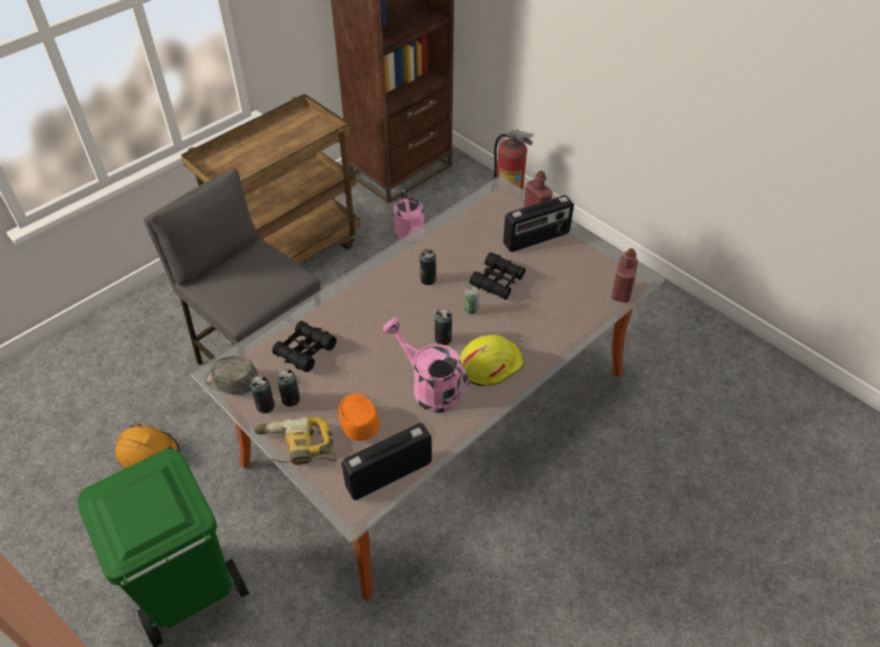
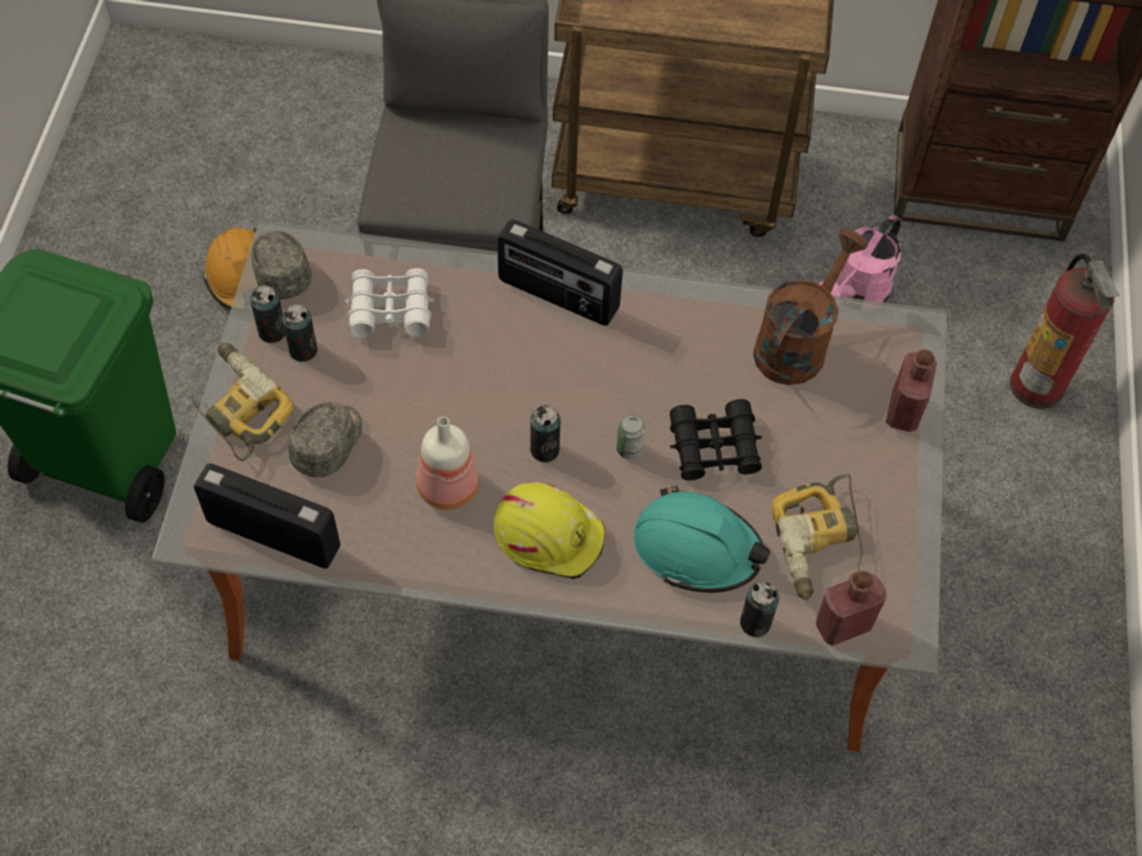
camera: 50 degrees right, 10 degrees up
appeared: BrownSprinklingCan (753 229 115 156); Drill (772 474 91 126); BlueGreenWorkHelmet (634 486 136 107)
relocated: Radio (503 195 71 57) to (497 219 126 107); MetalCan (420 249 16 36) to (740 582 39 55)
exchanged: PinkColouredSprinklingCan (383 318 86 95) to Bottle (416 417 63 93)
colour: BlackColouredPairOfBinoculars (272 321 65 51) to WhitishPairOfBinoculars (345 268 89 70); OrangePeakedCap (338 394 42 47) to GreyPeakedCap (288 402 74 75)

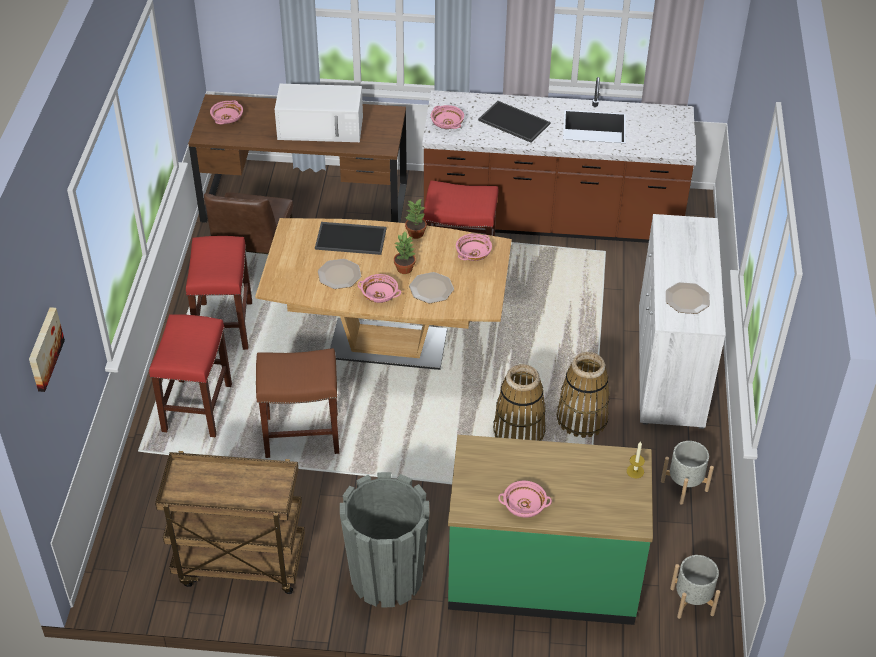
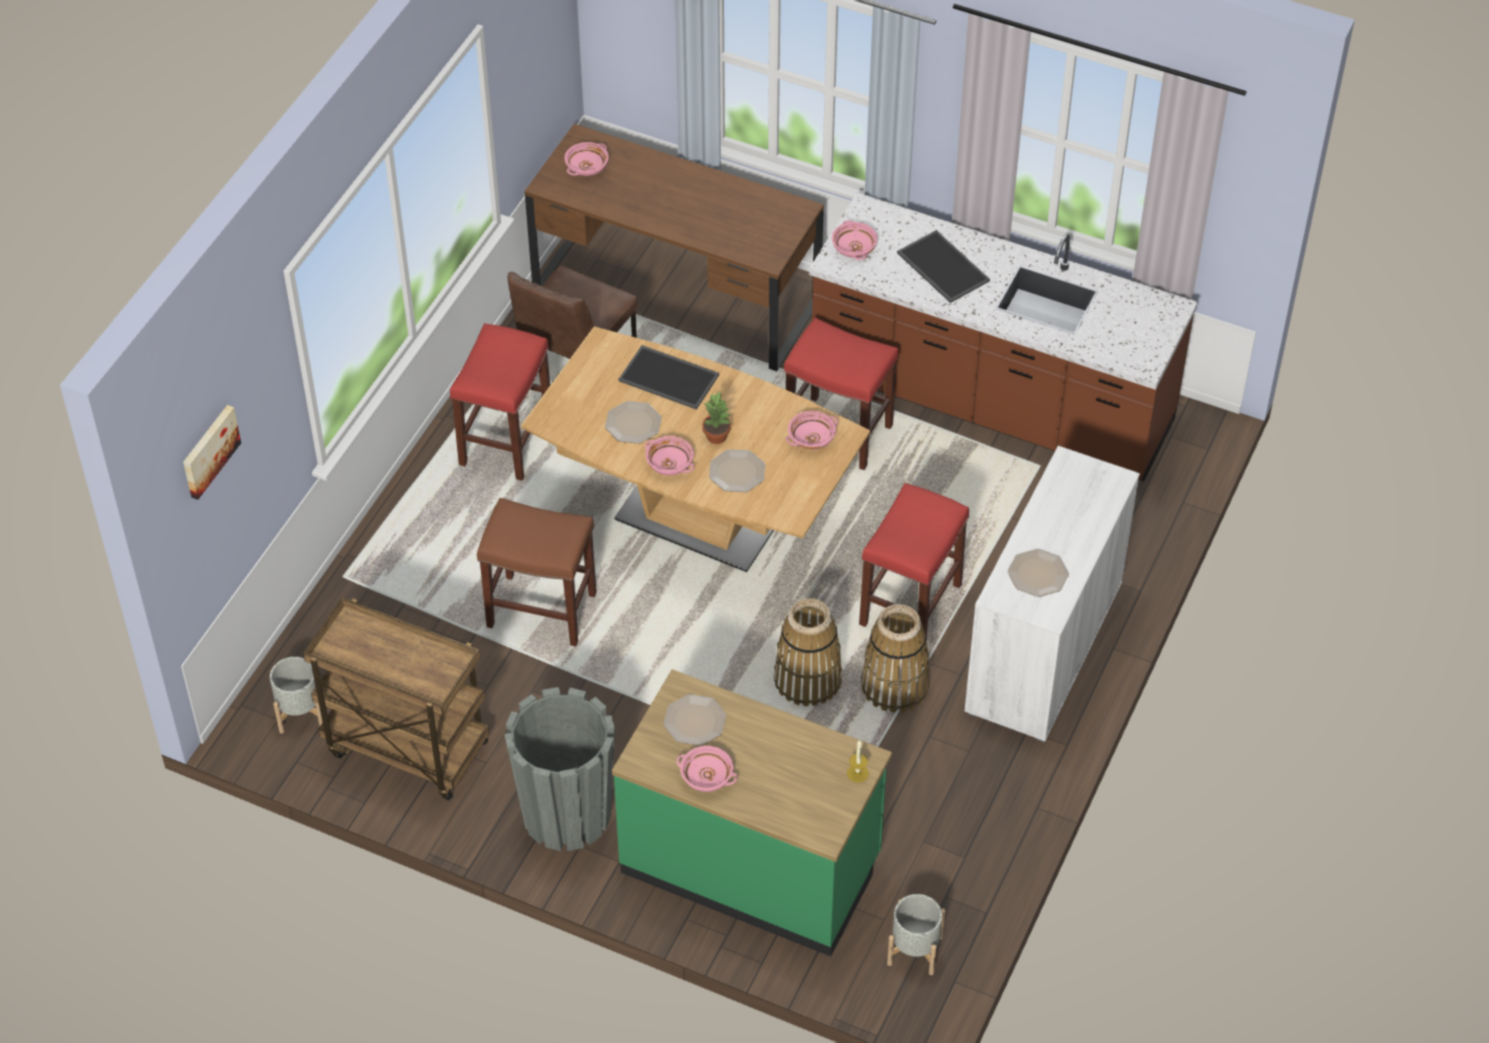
camera: 20 degrees right, 5 degrees up
missing: WhitishKitchenMicrowave (275 84 88 58); PottedPlant (405 199 22 40)
appeared: Plate (663 694 63 52)
relocated: RedColouredStool (149 314 83 123) to (859 483 110 156); GreyFlowerPot (661 441 53 64) to (270 657 53 77)

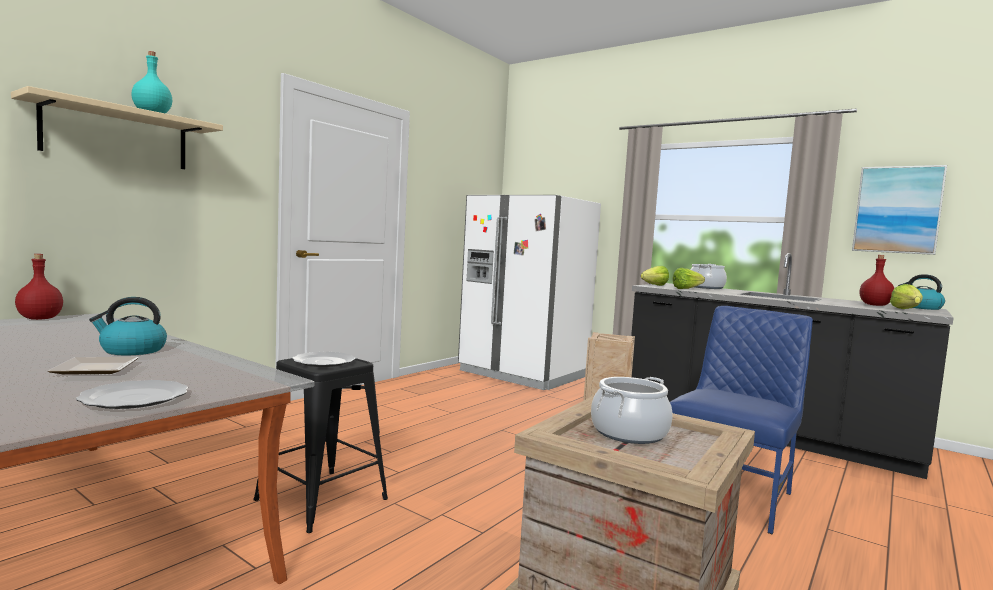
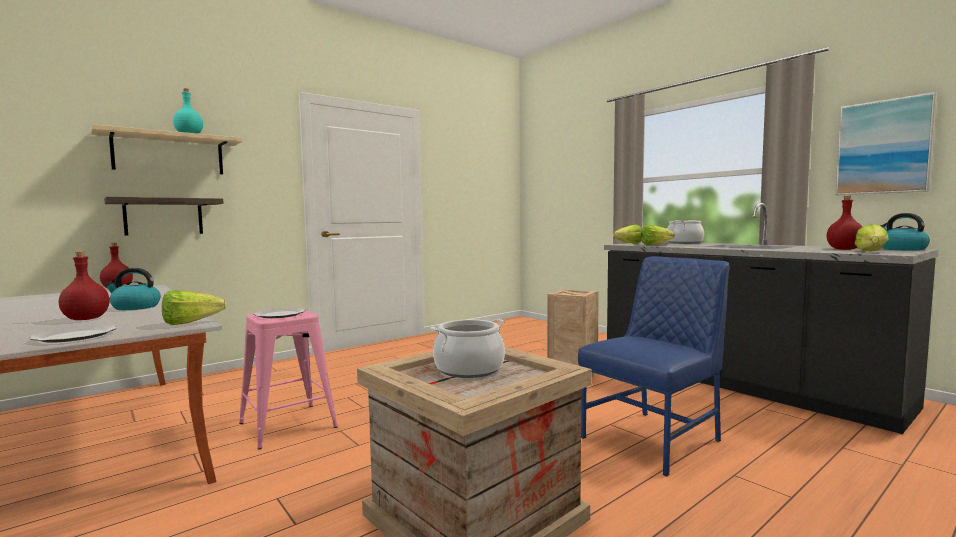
camera: 15 degrees right, 0 degrees up
missing: WhitishFridge (458 195 143 195)
appeared: WallShelf (104 197 119 39); HeadOfLettuce (162 290 64 35)
exchanged: Plate (48 357 91 18) to RedColouredBottle (59 251 51 69)
colour: BlackColouredStool (253 358 135 175) to PinkColouredStool (239 310 99 139)

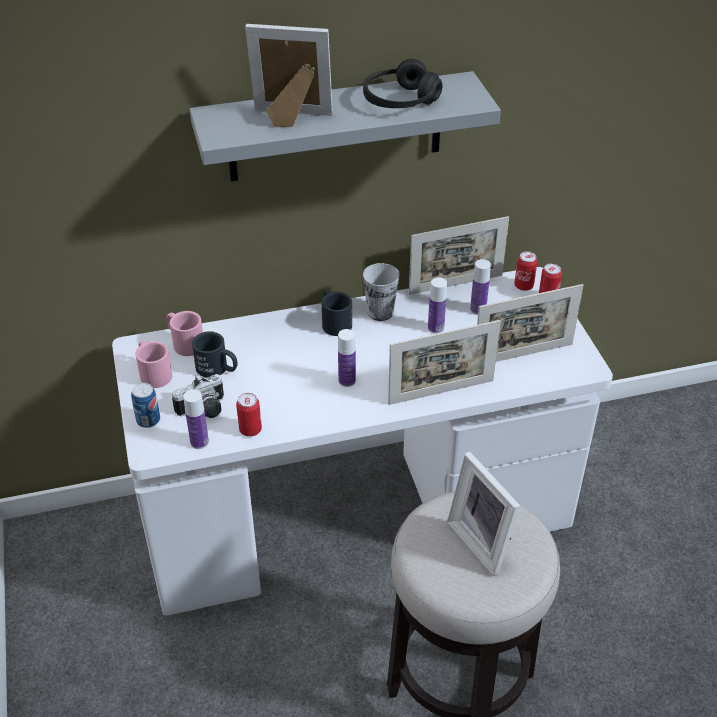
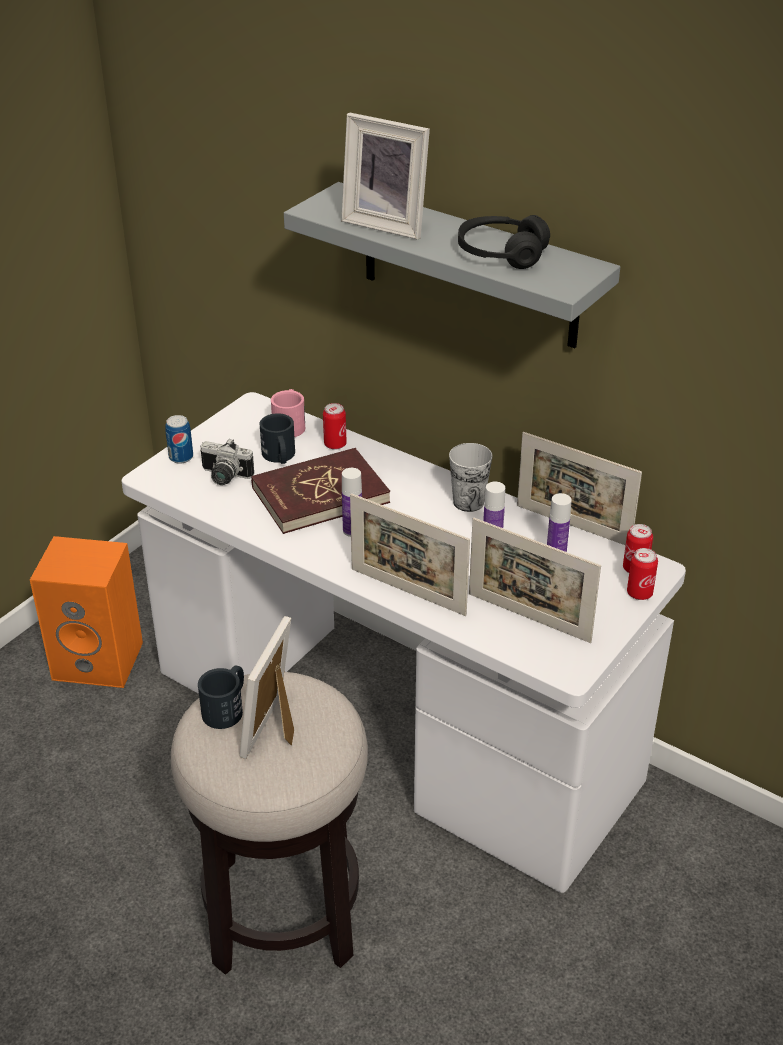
camera: 50 degrees right, 5 degrees down
missing: PinkColouredTeaMug (135 340 37 48); Bottle (183 389 26 60)
appeared: RedColouredVolume (251 448 139 86); OrangeAudioSpeaker (30 536 113 152)
relocated: BlackColouredTeaMug (321 290 31 46) to (198 665 46 64); MetalCan (236 393 26 44) to (323 403 24 47)
spun: StandingFrame (245 24 88 103) = (341 113 89 127) 150 degrees clockwise

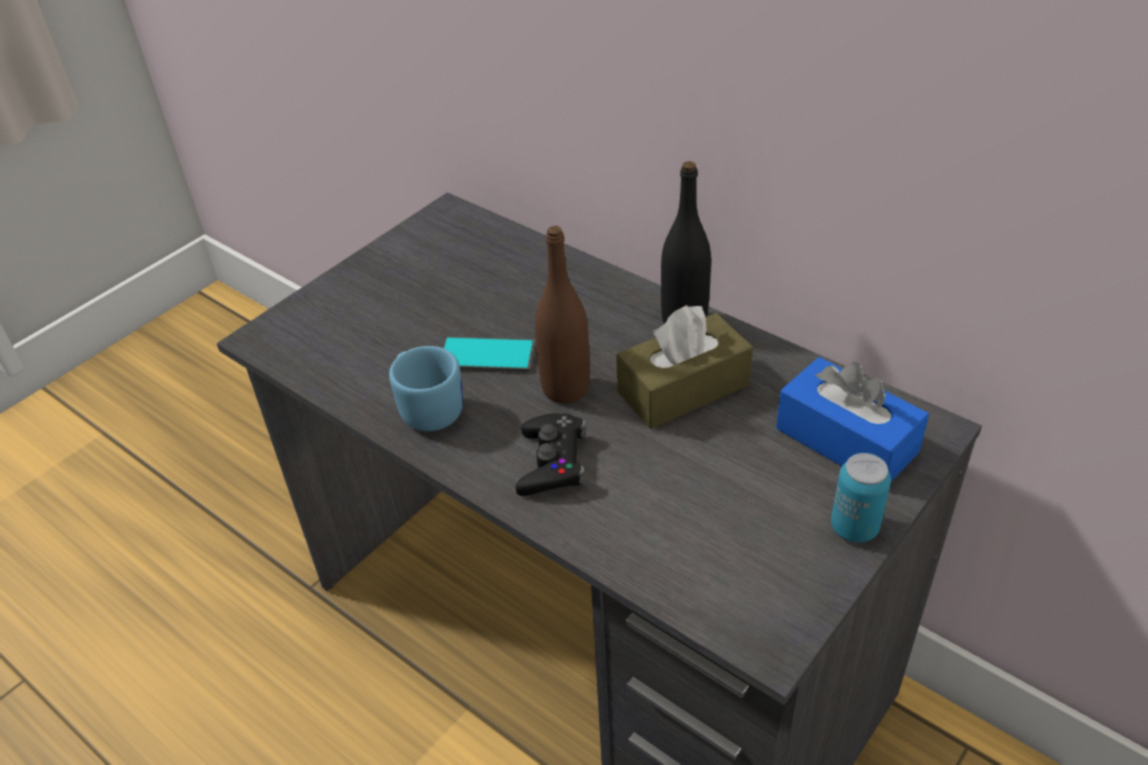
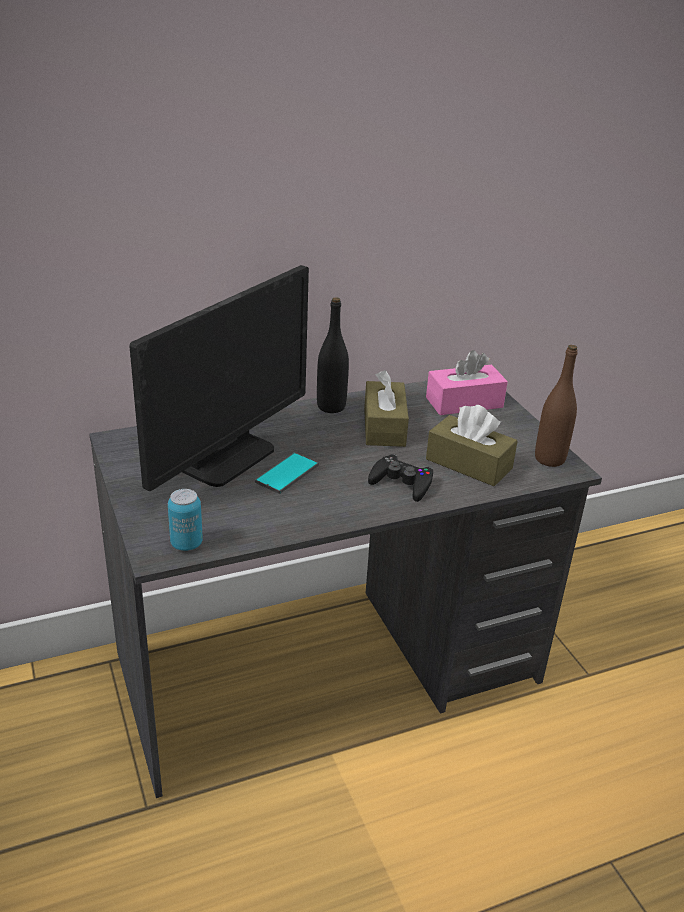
camera: 65 degrees left, 10 degrees down
missing: BlueColouredTeaMug (389 346 74 85)
appeared: Monitor (129 265 180 226); BrownTissueBox (426 405 92 81)
relocated: BrownBottle (535 226 55 178) to (535 345 43 122); MetalCan (831 453 60 89) to (168 489 35 62)
colour: BlueColouredTissueBox (776 357 153 125) to PinkColouredTissueBox (426 350 82 65)

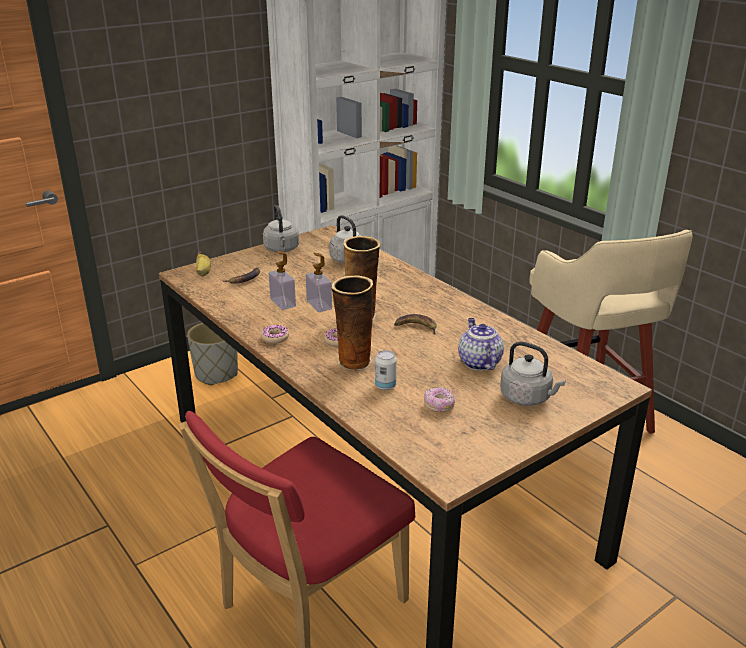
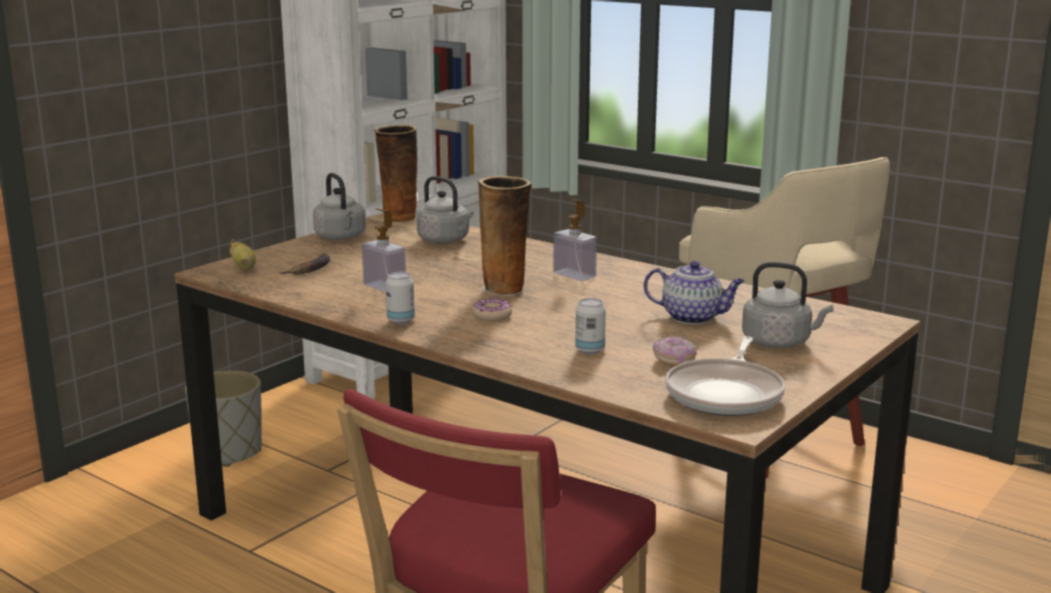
camera: 15 degrees left, 10 degrees down
missing: WholeBanana (394 314 43 21)
appeared: FryingPan (665 337 121 79)
relocated: SoapBottle (306 253 26 59) to (553 199 44 82); Vase (331 275 42 96) to (375 125 42 98)
exchanged: RingDoughnut (261 325 28 19) to MetalCan (386 272 29 52)
spun: Teapot (458 318 46 52) = (644 261 101 63) 135 degrees clockwise

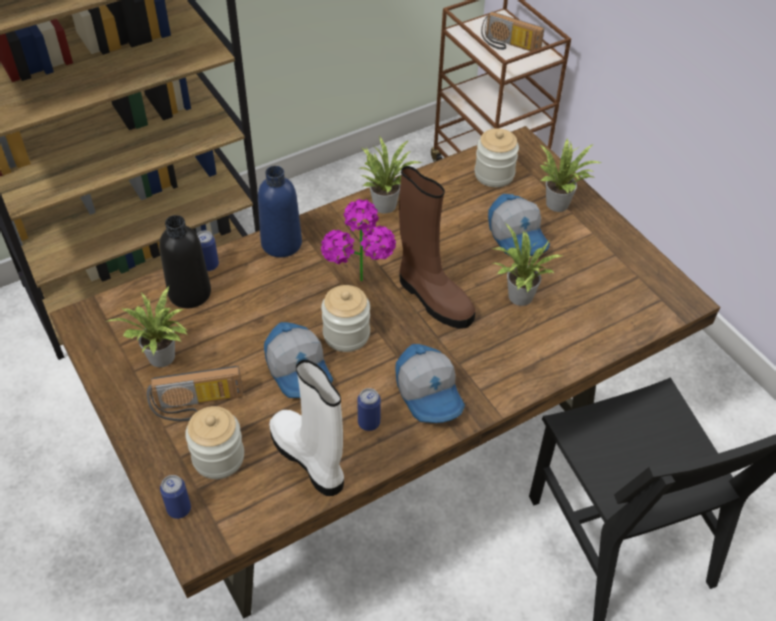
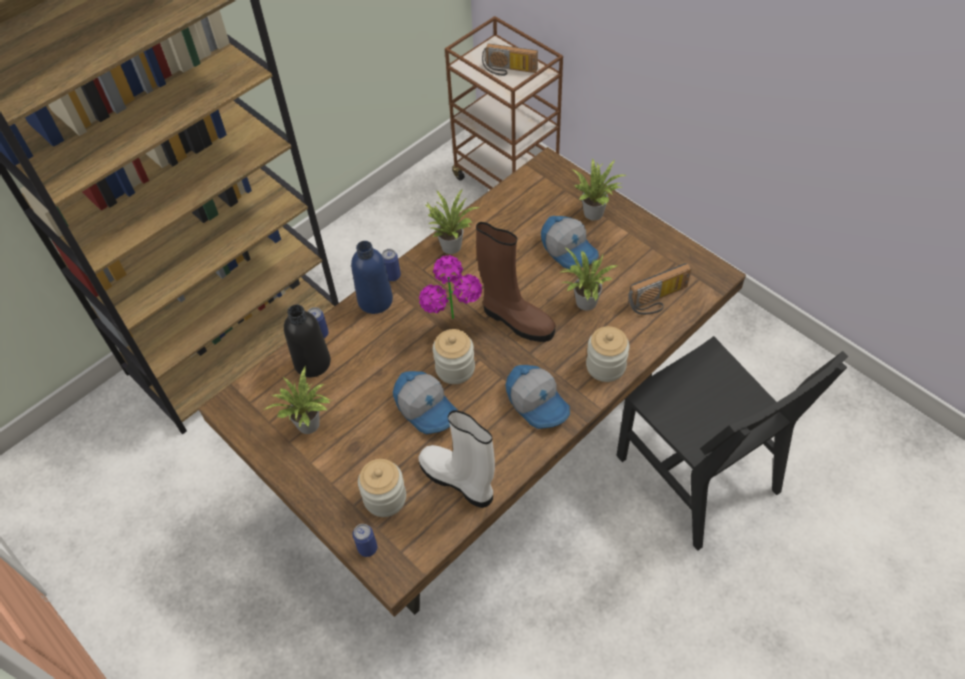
camera: 10 degrees left, 5 degrees up
relocated: Jar (475 128 44 59) to (586 326 44 56); Radio (147 366 96 55) to (628 263 64 52); MetalCan (357 388 24 43) to (382 249 19 32)

